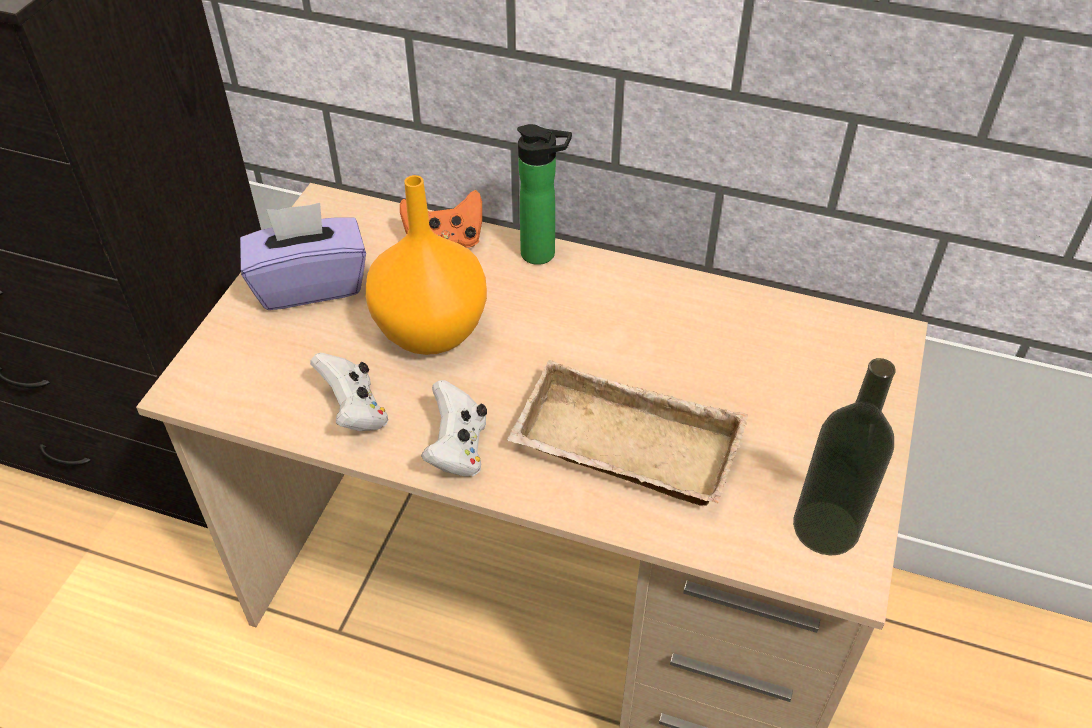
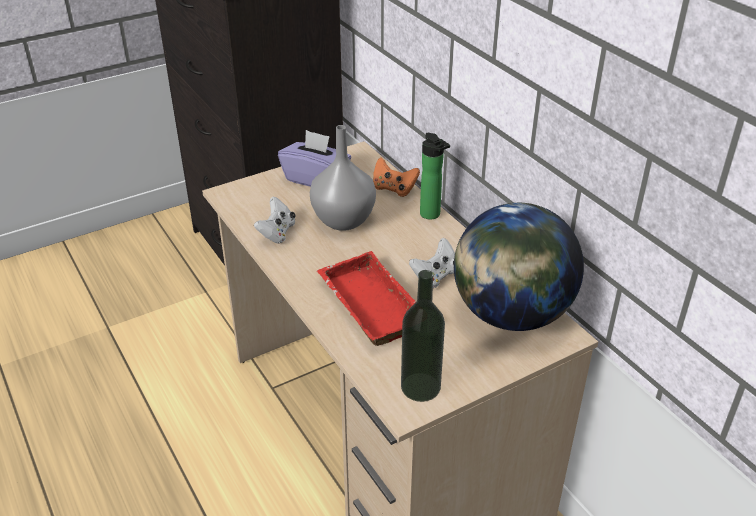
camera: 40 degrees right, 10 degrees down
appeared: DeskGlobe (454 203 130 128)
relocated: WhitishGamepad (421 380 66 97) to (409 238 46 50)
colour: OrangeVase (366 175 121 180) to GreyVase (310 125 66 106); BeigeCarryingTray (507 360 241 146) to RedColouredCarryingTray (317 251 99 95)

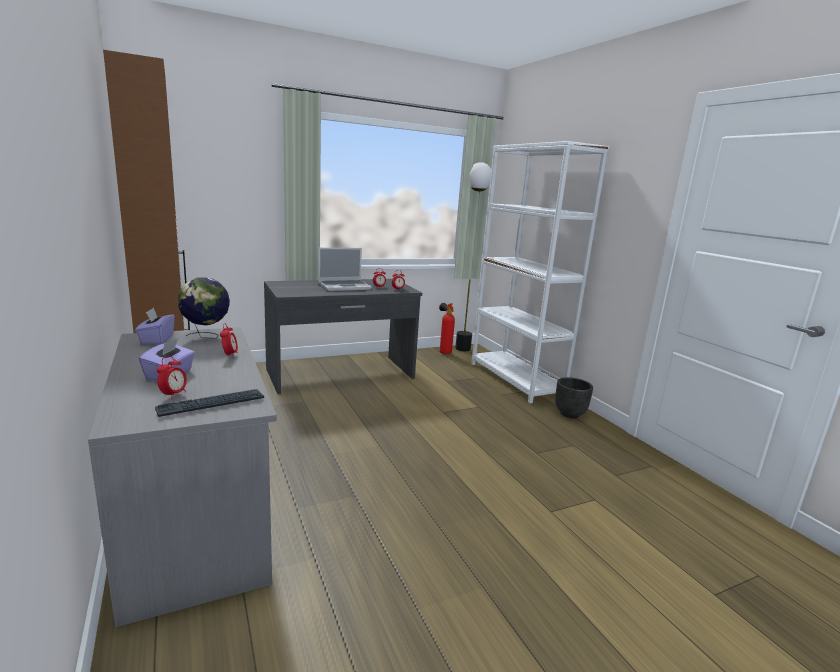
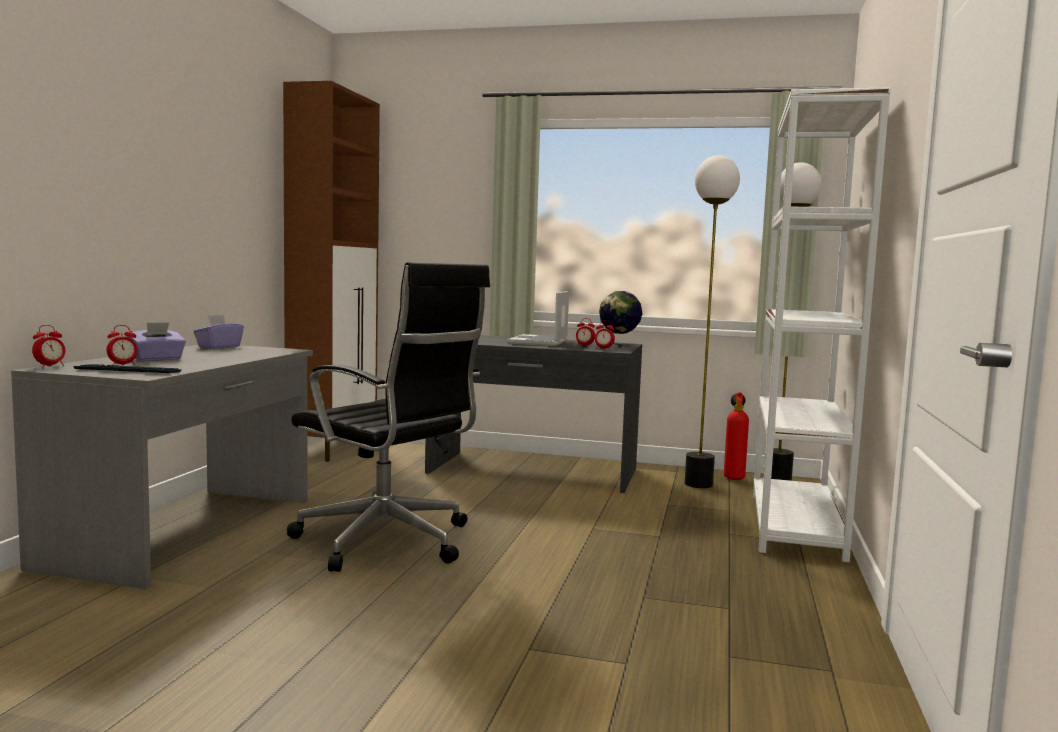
camera: 40 degrees right, 10 degrees down
missing: BlackColouredFlowerPot (555 377 38 41)
appeared: FloorLamp (685 155 55 333); BlackColouredDeskChair (287 262 203 310)
relocated: DeskGlobe (177 277 53 62) to (599 291 43 55); TableClock (220 323 18 35) to (32 325 34 42)
spun: NotebookComputer (318 248 54 43) = (508 291 61 55) 90 degrees clockwise

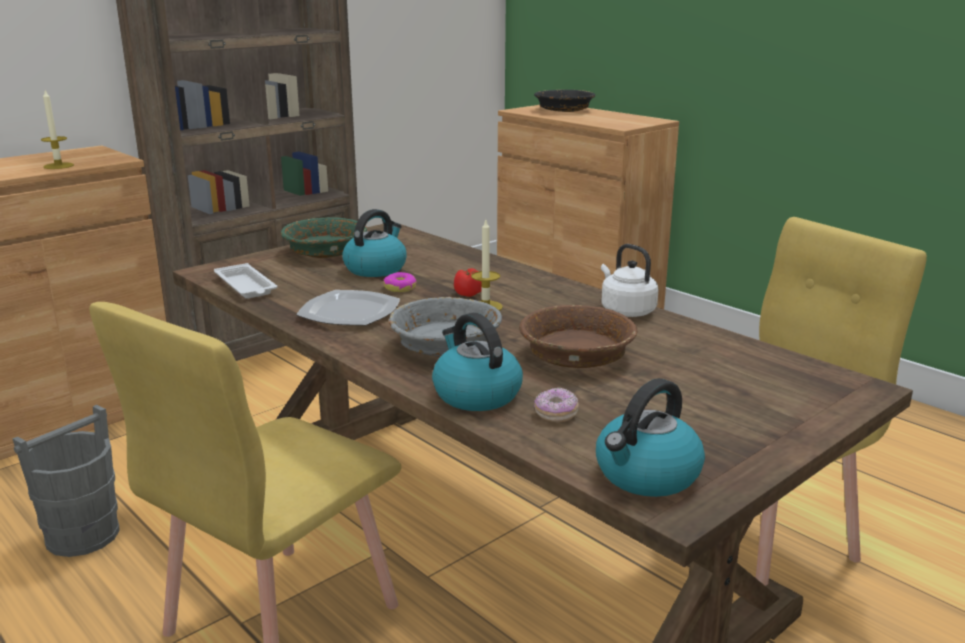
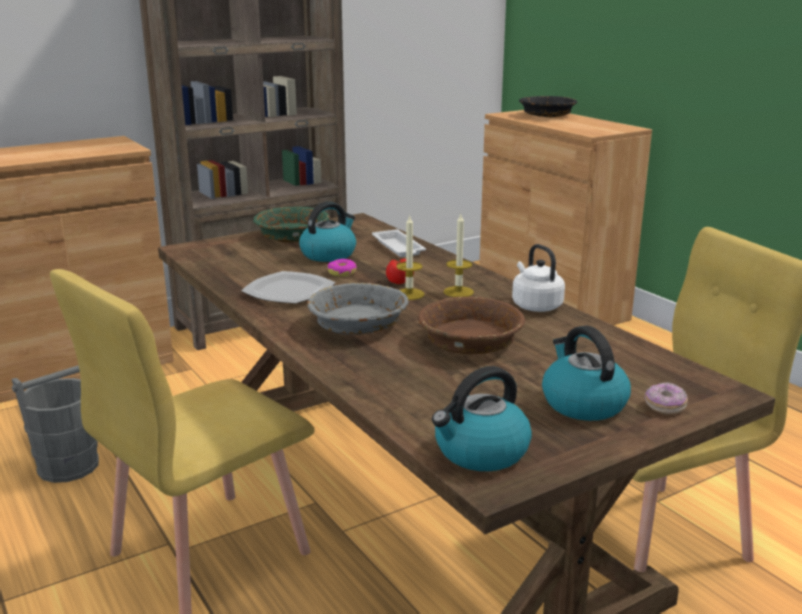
camera: 10 degrees right, 0 degrees up
relocated: WaxLight (41 90 33 79) to (444 214 30 83); WhitishCarryingTray (214 263 63 36) to (372 229 54 28); WaterKettle (432 313 91 98) to (542 326 89 95); RingDoughnut (534 387 45 35) to (644 382 44 33)

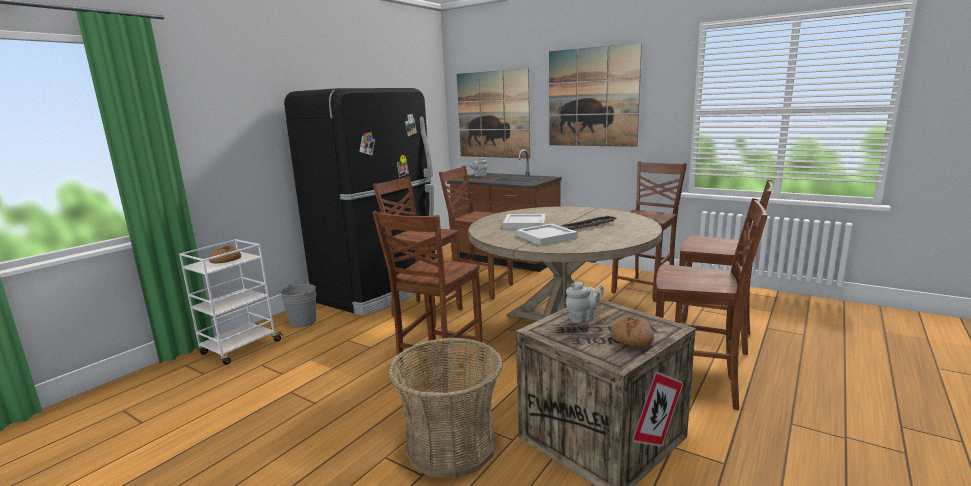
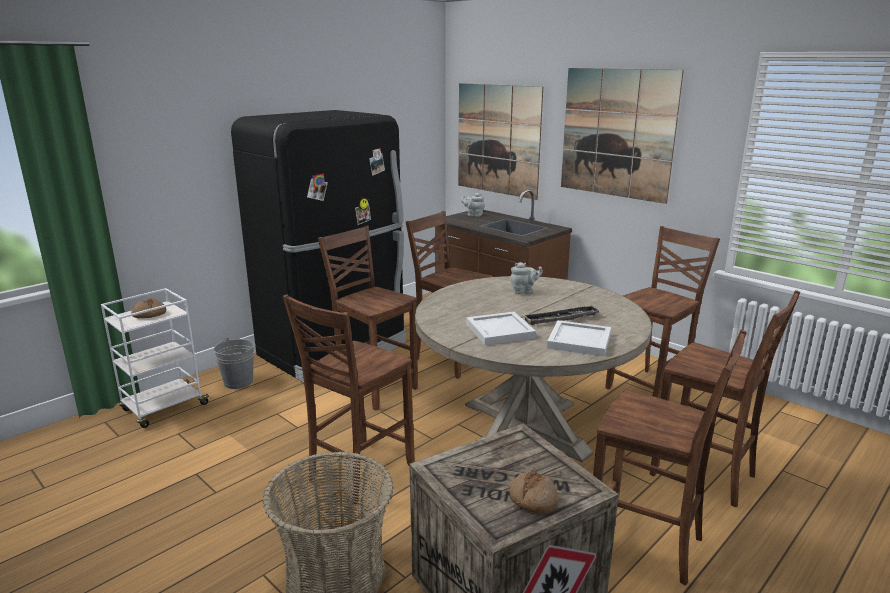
camera: 10 degrees right, 5 degrees up
relocated: WhitishCarryingTray (503 214 43 15) to (547 320 64 36); GreyTeapot (566 282 38 41) to (510 262 33 32)

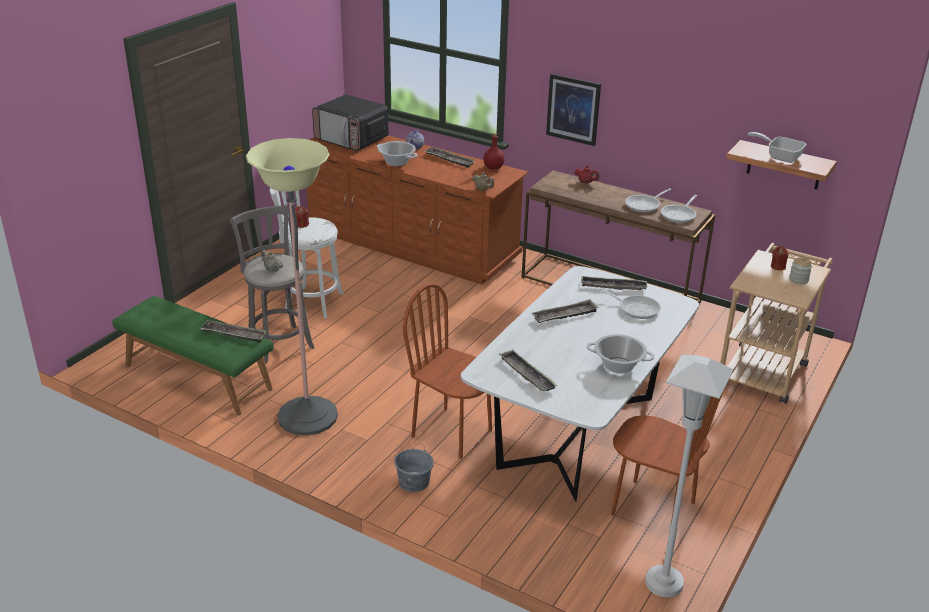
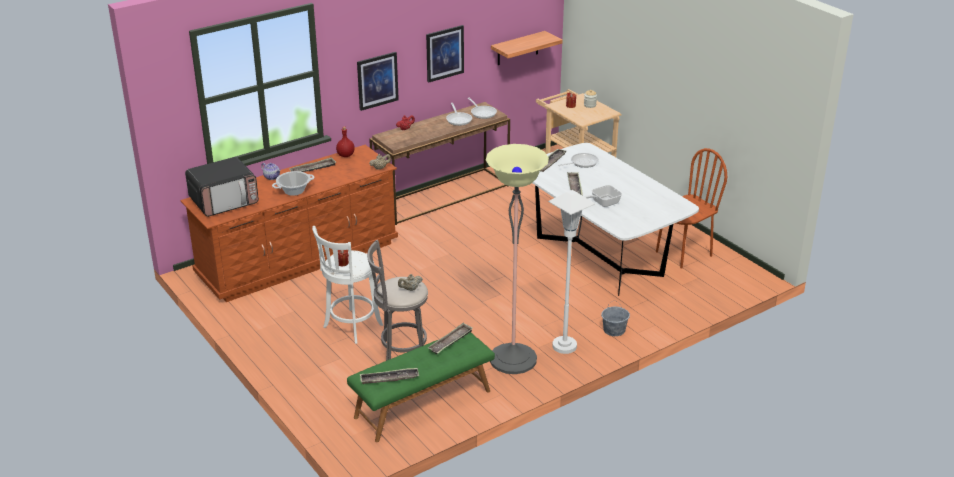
camera: 65 degrees left, 0 degrees up
missing: BrownPlainChair (403 283 89 176); CookingPot (587 334 67 39)
appeared: Picture (426 25 38 58)
relocated: FryingPan (748 132 58 31) to (584 185 38 22); CarryingTray (499 350 59 41) to (360 368 59 16); WhitishFloorLamp (645 355 89 242) to (548 190 47 164)

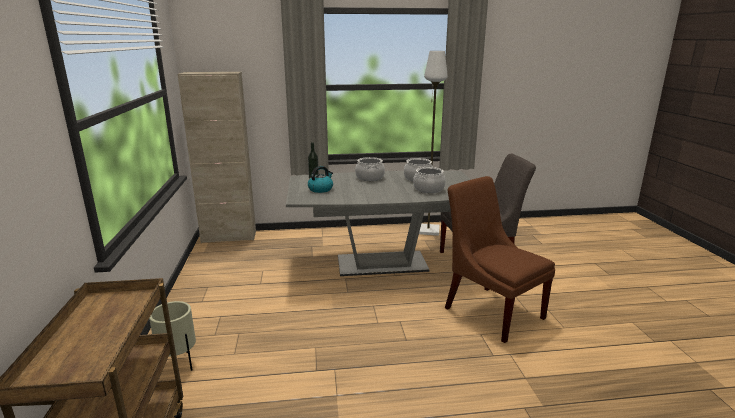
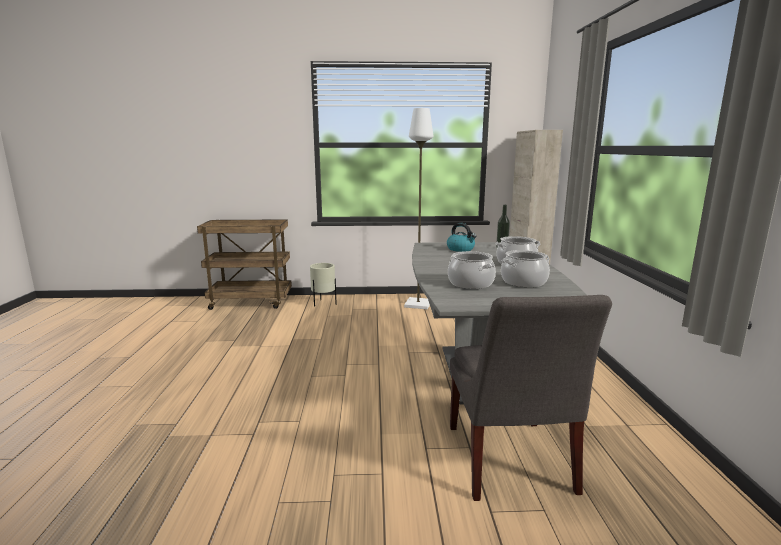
camera: 95 degrees right, 5 degrees down
missing: BrownPlainChair (445 176 110 167)
relocated: WhitishFloorLamp (419 51 29 185) to (404 108 29 201)

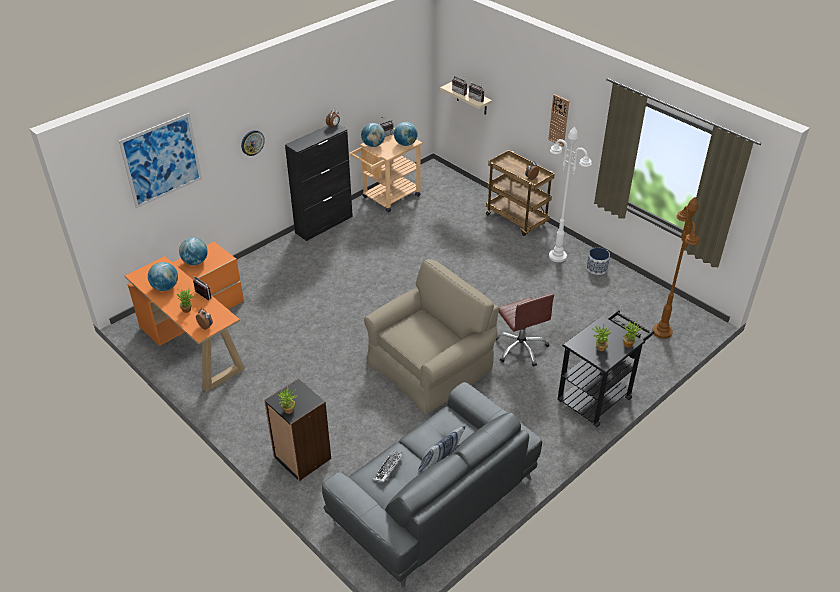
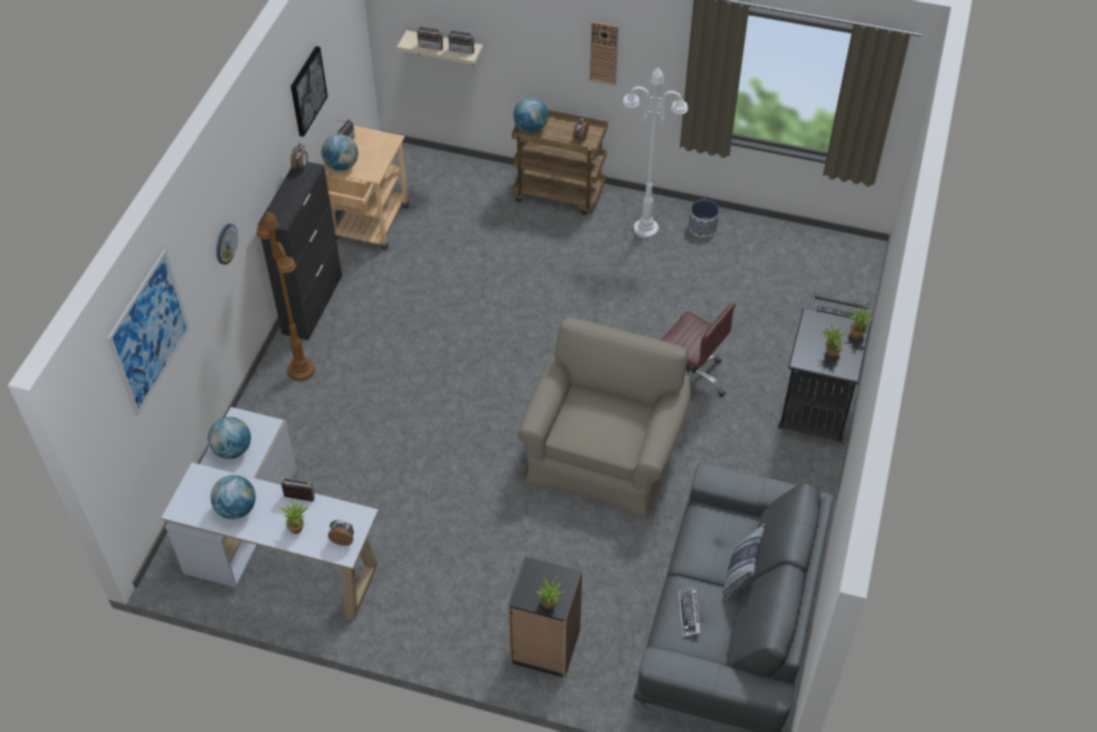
camera: 30 degrees left, 10 degrees up
appeared: Picture (291 46 37 91)
relocated: DeskGlobe (394 122 24 24) to (513 97 35 36); BrownFloorLamp (652 197 47 142) to (257 211 58 170)
colour: OrangeDeskTable (125 242 120 150) to WhitishDeskTable (161 407 218 214)

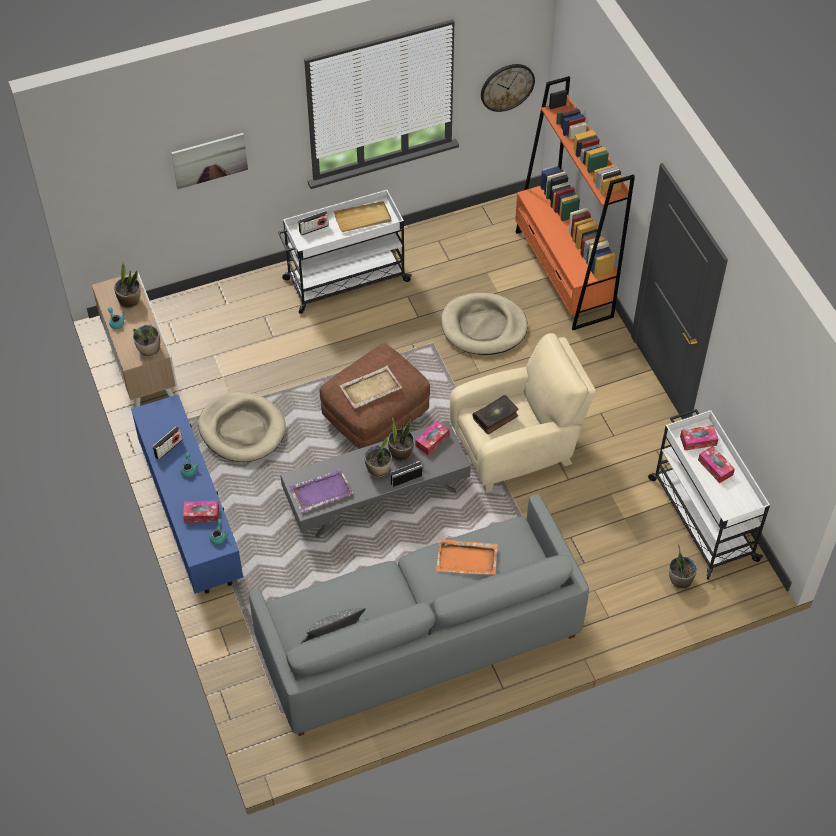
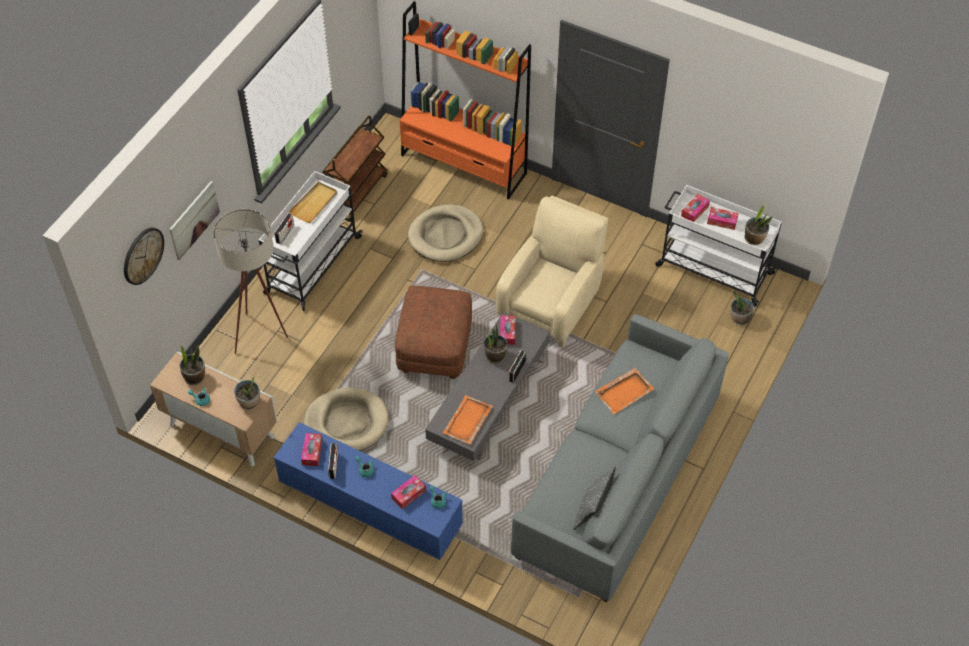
camera: 40 degrees left, 0 degrees up
missing: BeigeCarryingTray (339 365 63 44); Volume (473 395 46 39)
appeared: BrownCart (323 116 65 104); BeigeFloorLamp (213 209 75 145); TissueBox (301 433 22 33)
relocated: HangingClock (481 64 54 48) to (124 228 40 57); PottedPlant (364 437 28 40) to (744 204 28 41)
colour: PurplishCarryingTray (290 468 64 45) to OrangeCarryingTray (443 395 50 50)

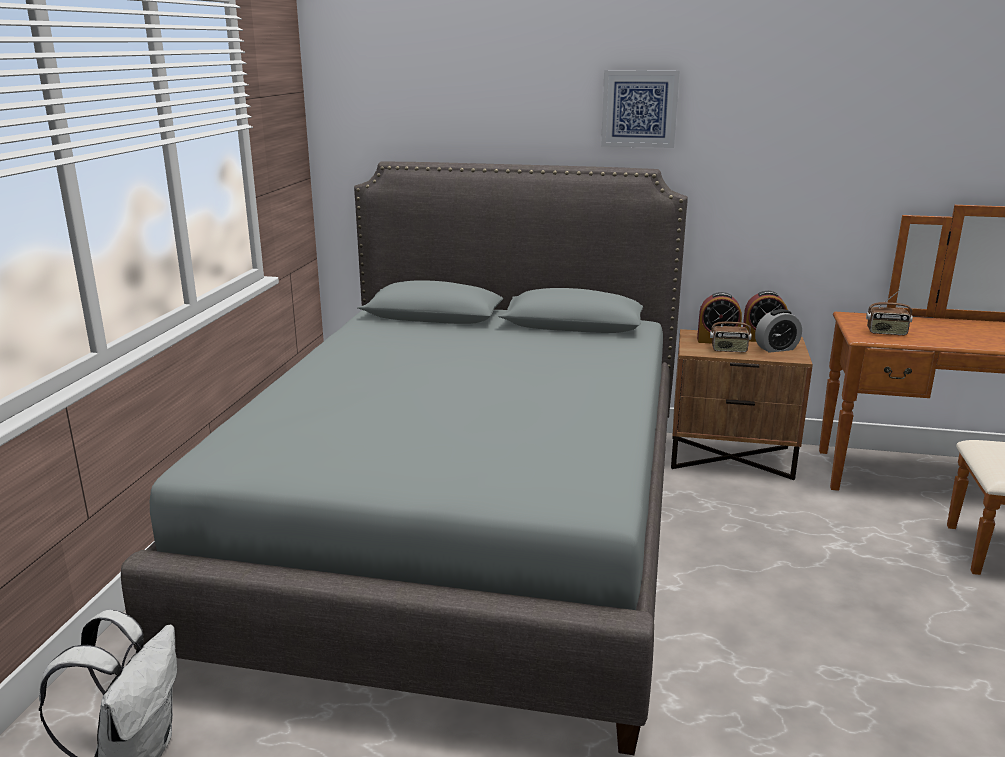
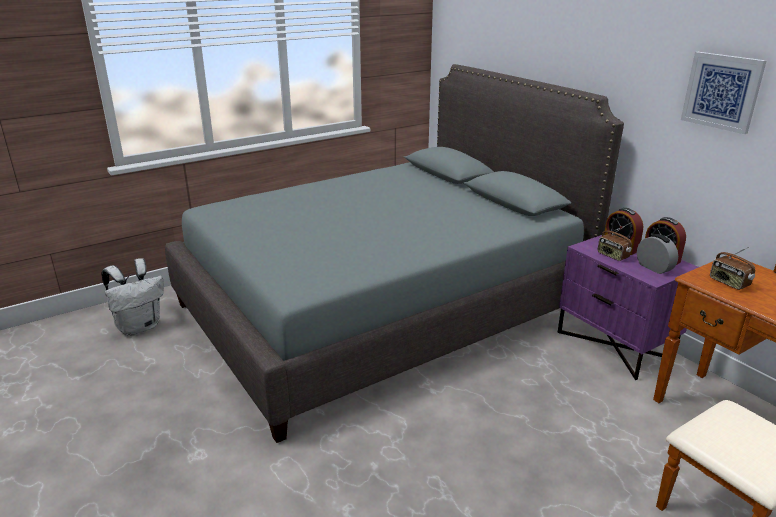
camera: 45 degrees right, 5 degrees up
relocated: Picture (601 70 78 78) to (681 52 86 82)
colour: BrownNightTable (671 329 142 151) to PurplishNightTable (558 235 141 145)
spun: TableClock (755 309 47 44) = (637 234 41 40) 150 degrees counterclockwise

